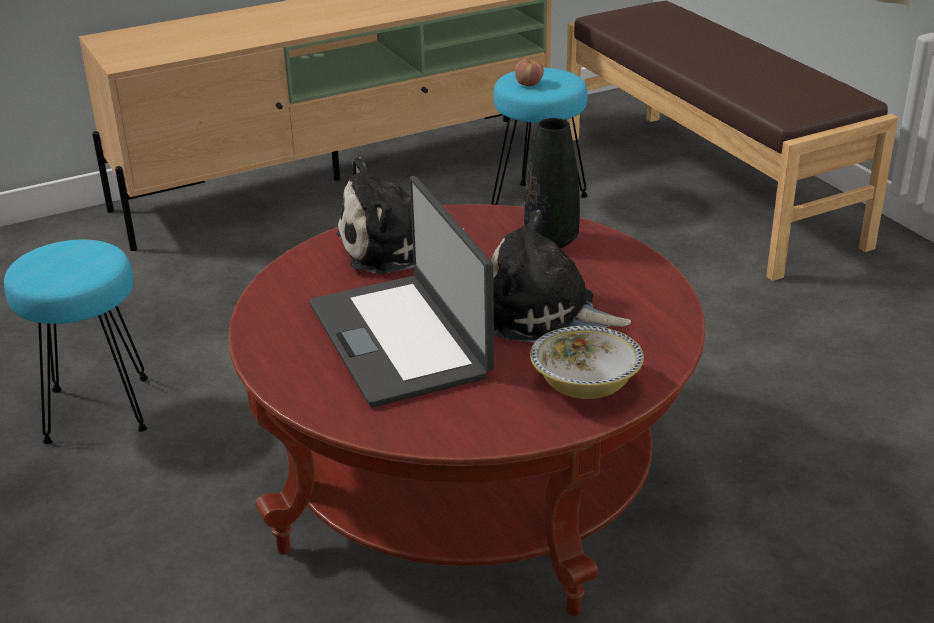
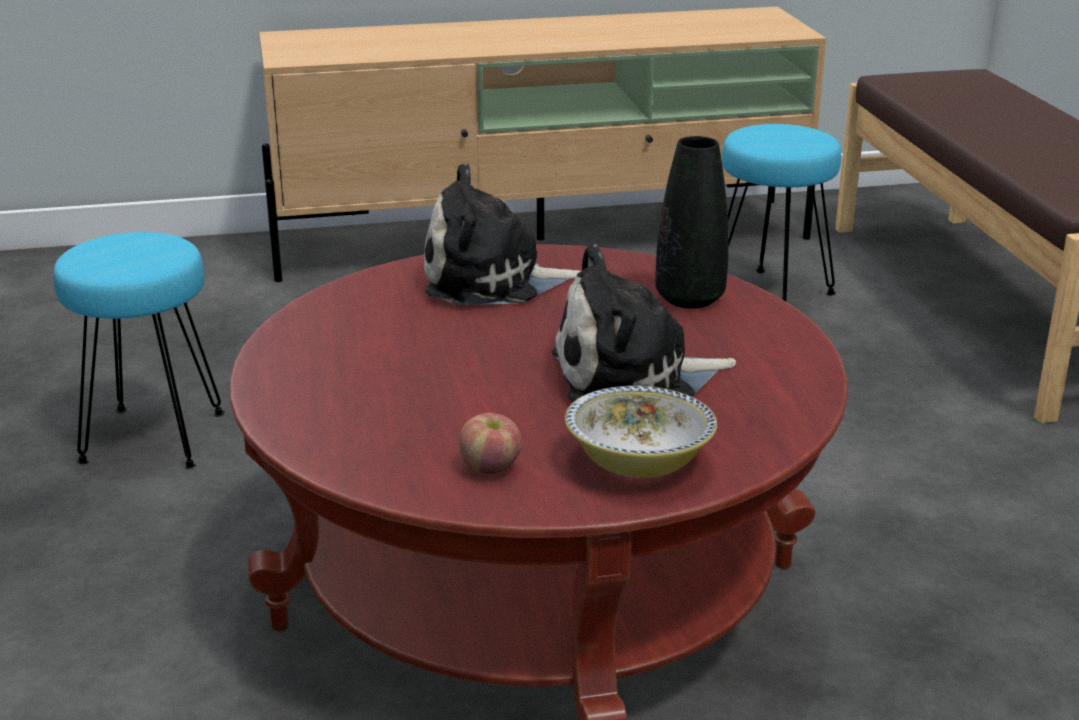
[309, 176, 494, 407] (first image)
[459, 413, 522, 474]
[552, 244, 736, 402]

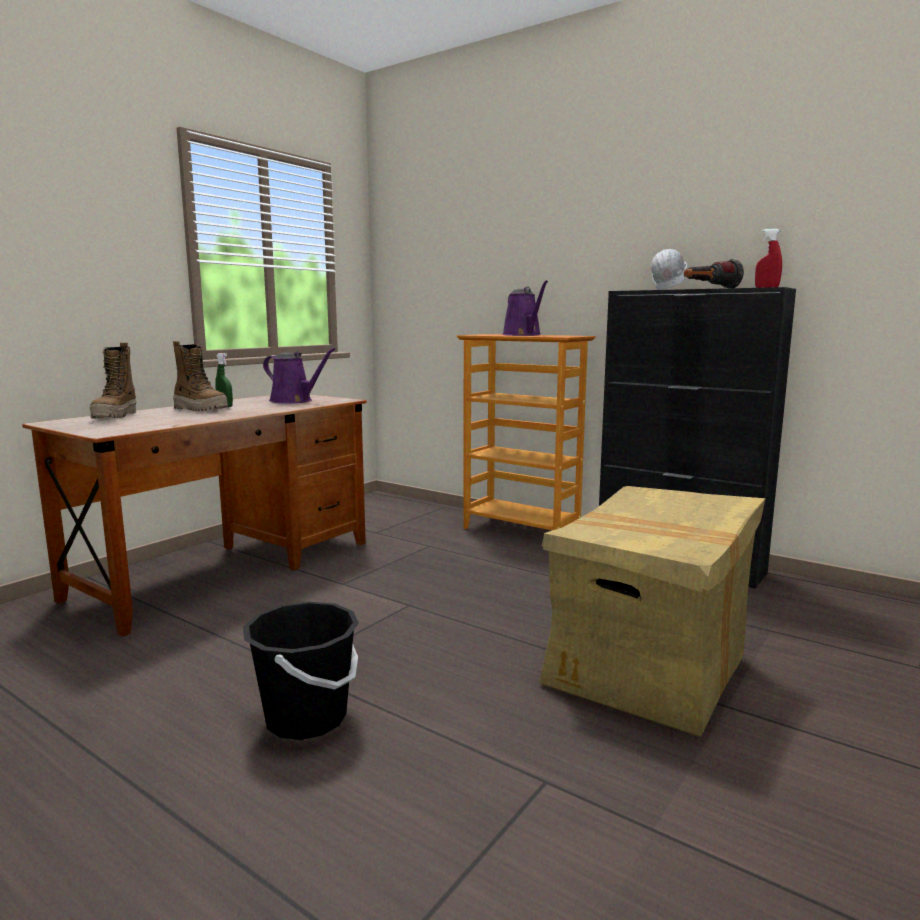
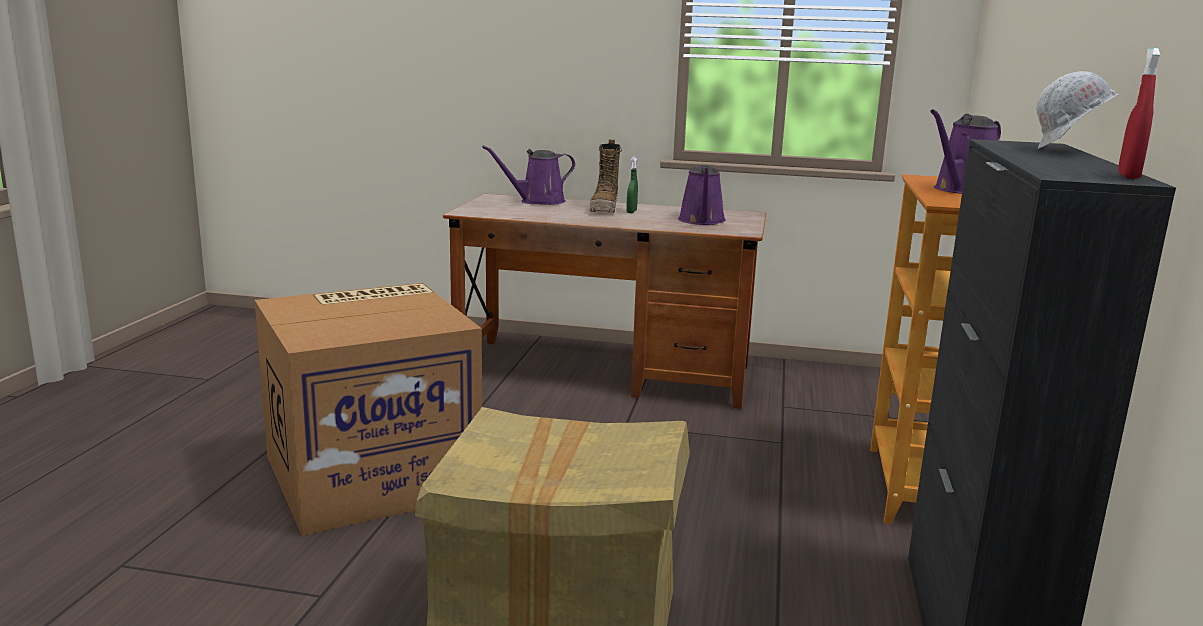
[684, 259, 744, 288] (first image)
[482, 145, 575, 205]
[255, 283, 482, 536]

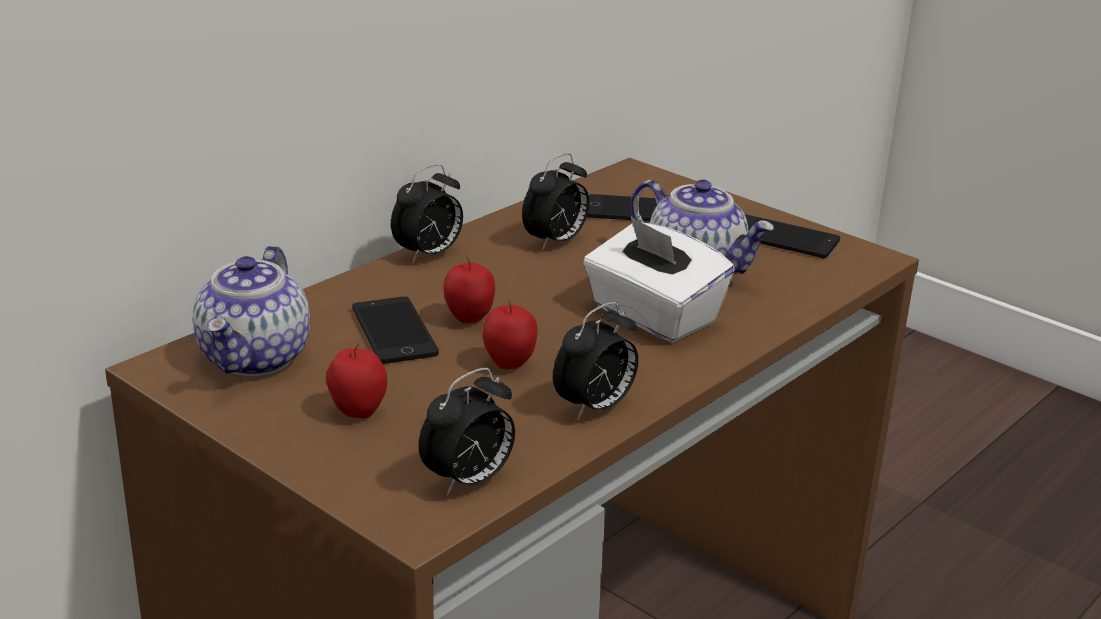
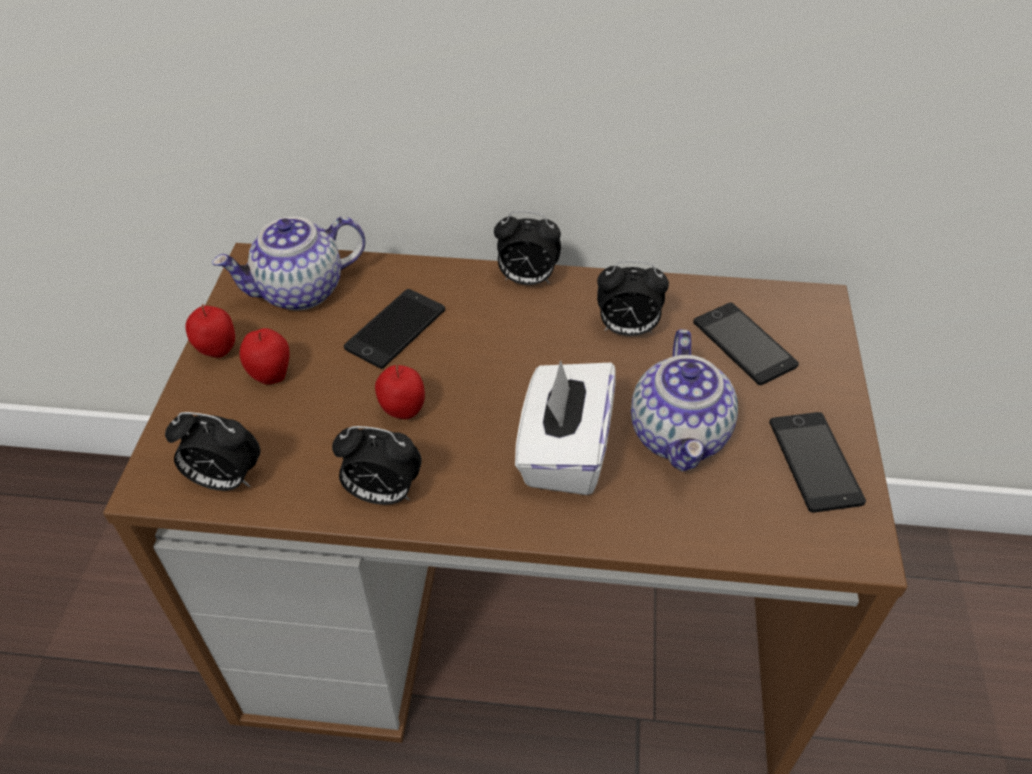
[185, 304, 235, 358]

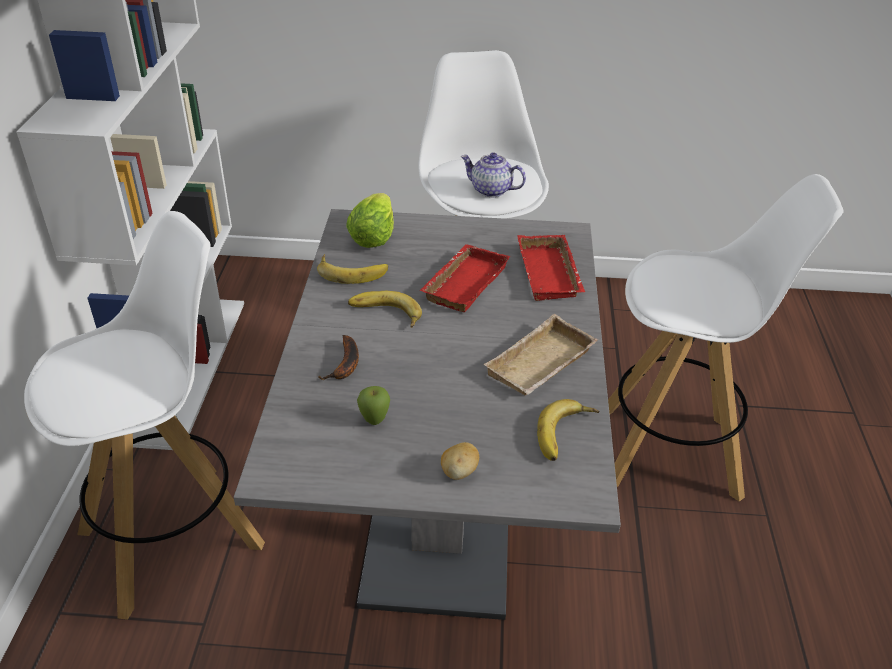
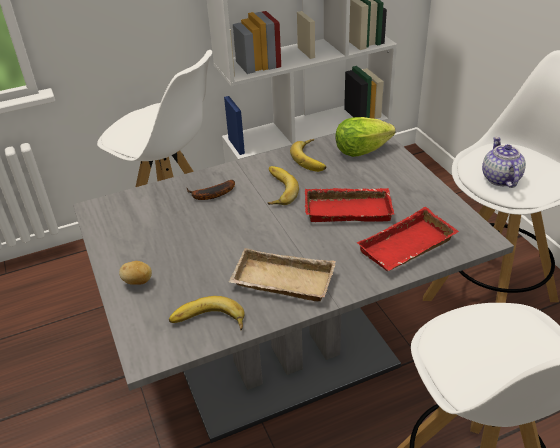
[357, 386, 390, 425] (first image)

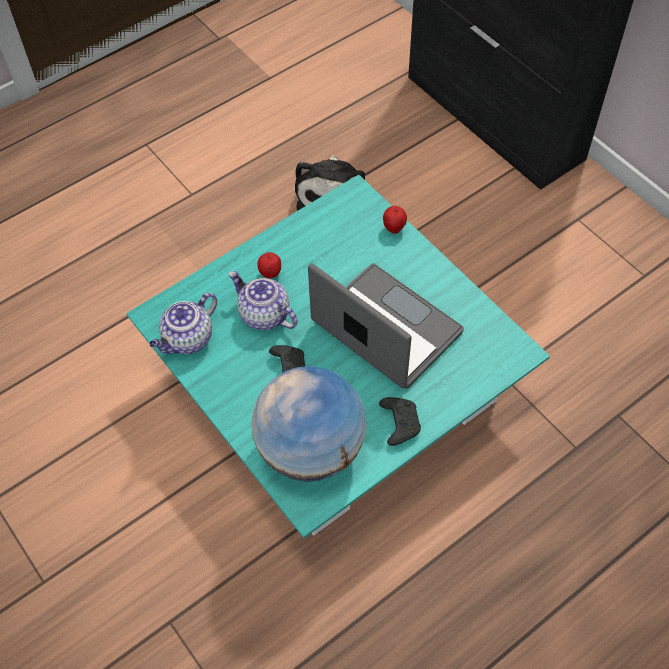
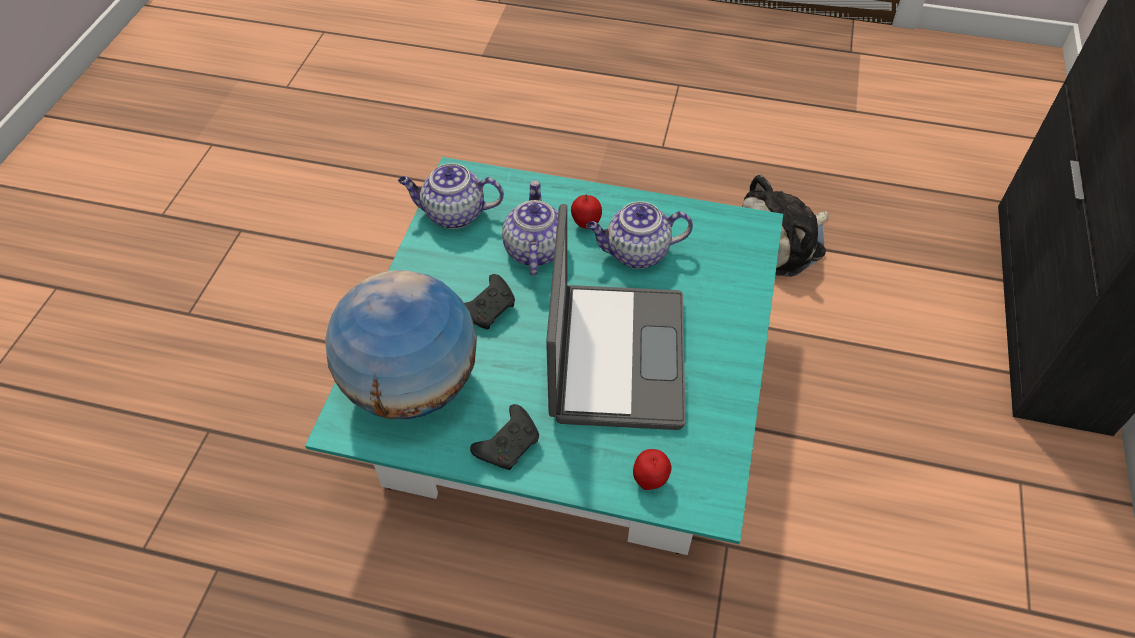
[586, 202, 693, 269]
[633, 449, 671, 490]

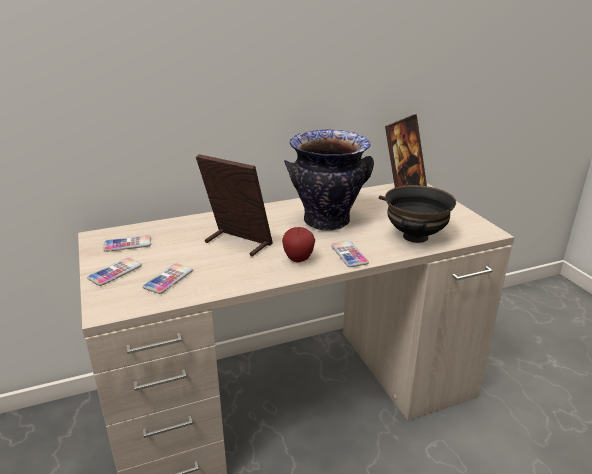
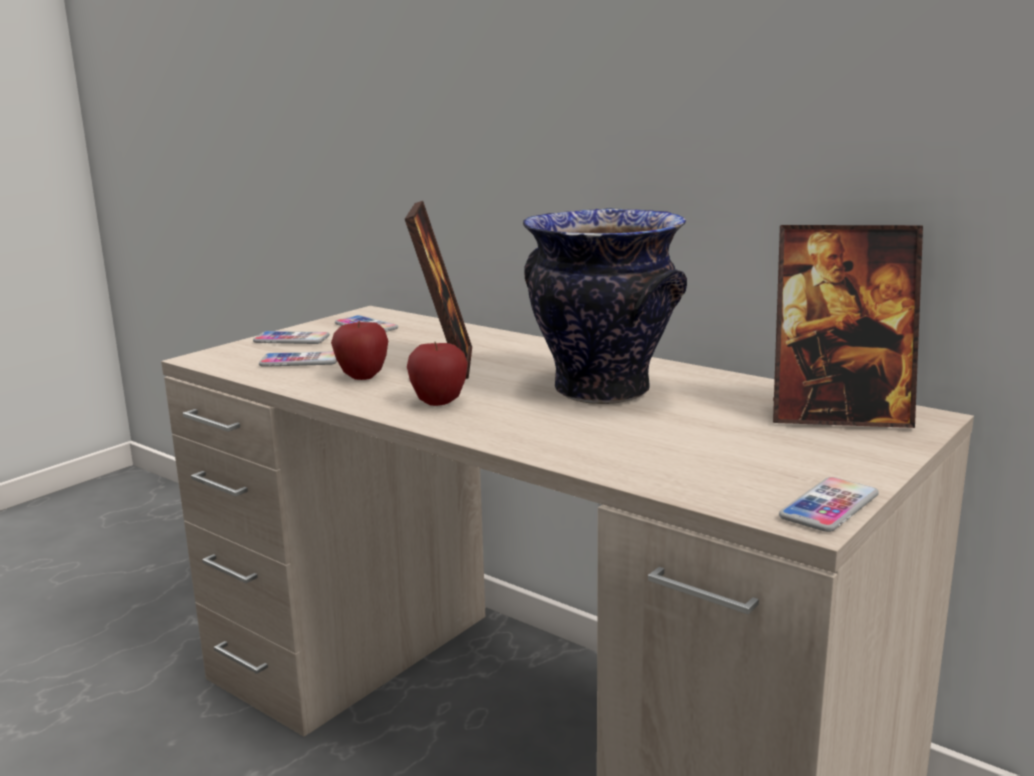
[385, 185, 456, 243] (first image)
[331, 320, 388, 380]
[779, 477, 879, 532]

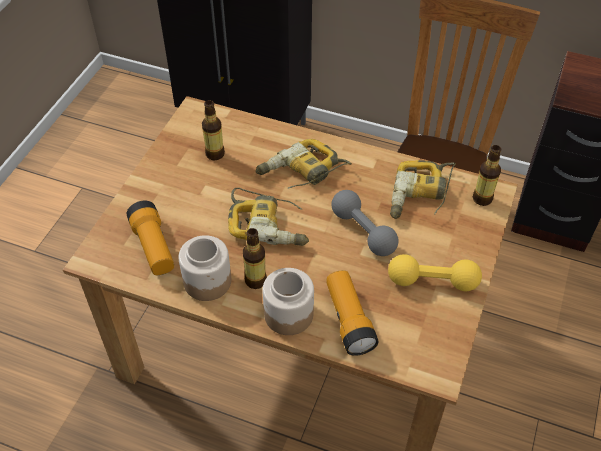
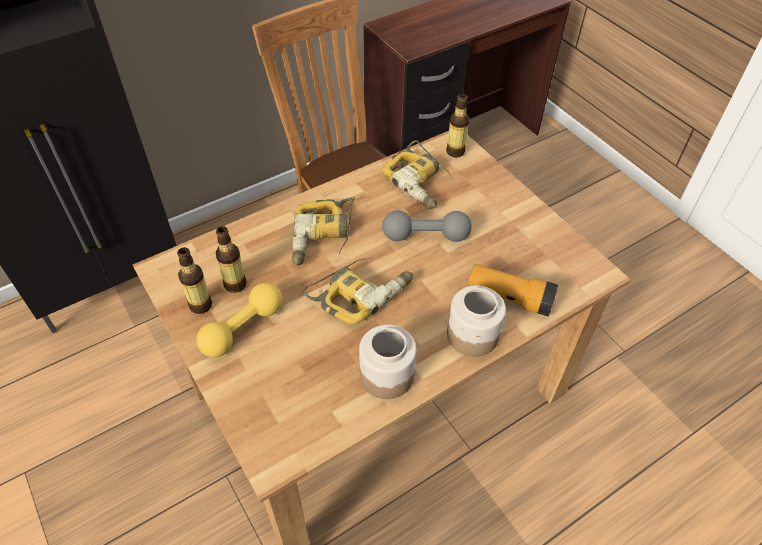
[127, 200, 174, 275] (first image)
[177, 247, 212, 314]
[196, 283, 283, 357]

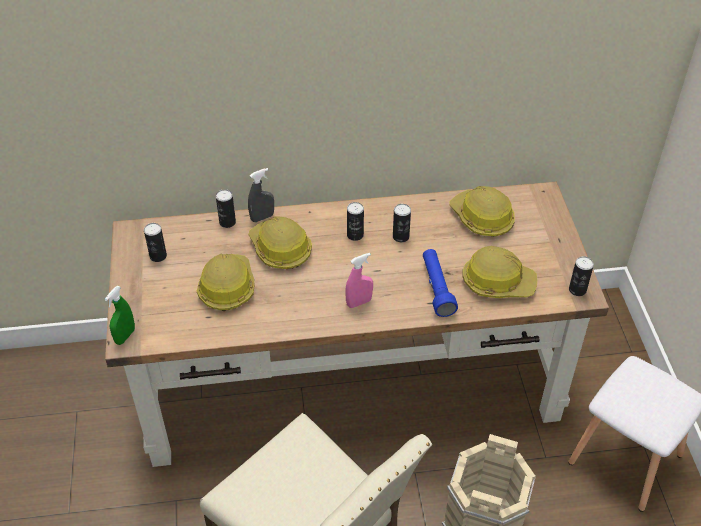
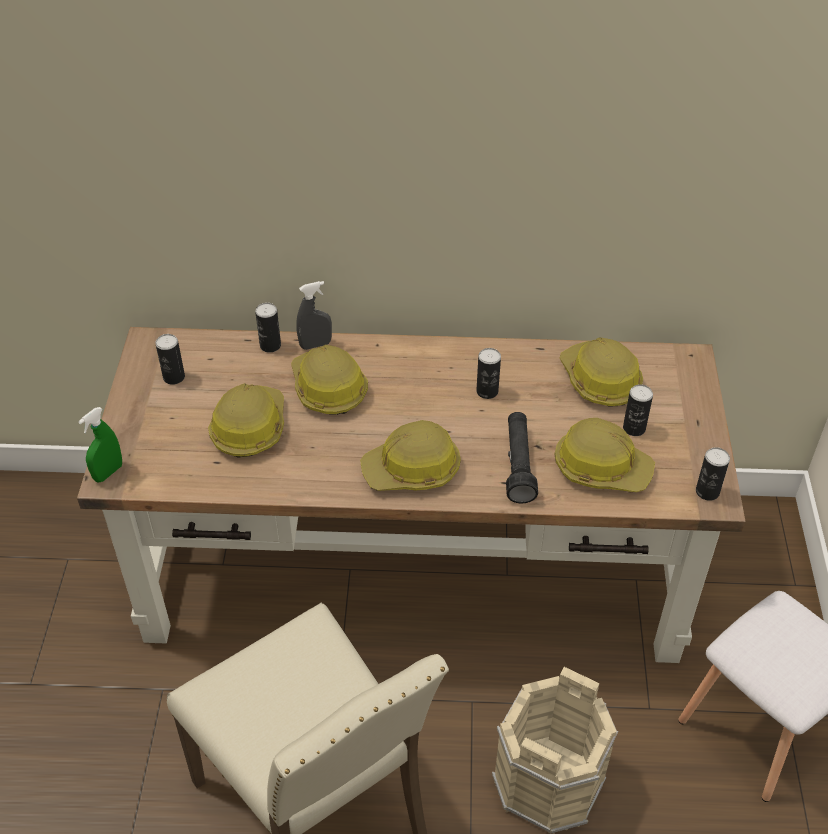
[623, 384, 653, 436]
[360, 420, 461, 491]
[506, 412, 538, 503]

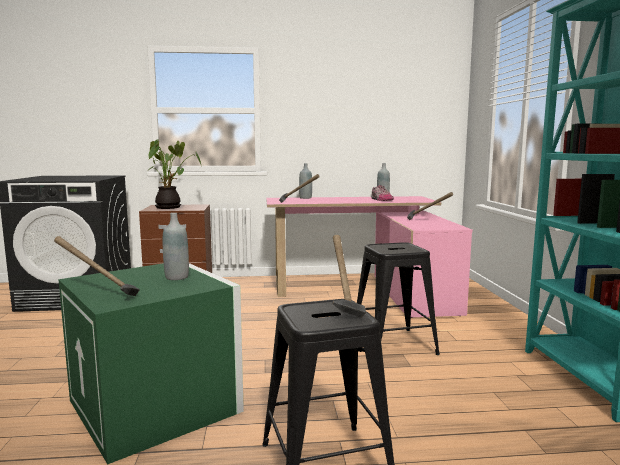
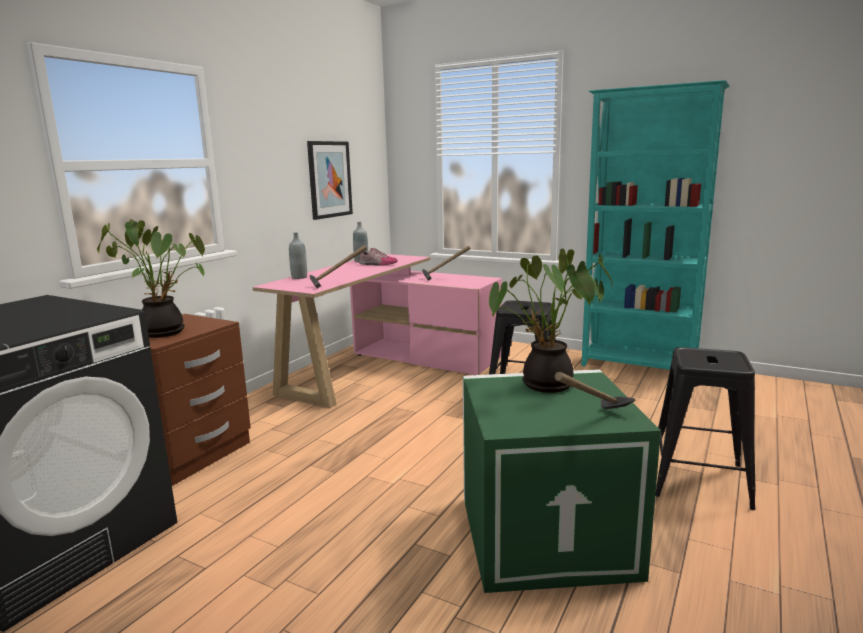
[332, 235, 366, 318] (first image)
[307, 141, 353, 220]
[489, 248, 612, 393]

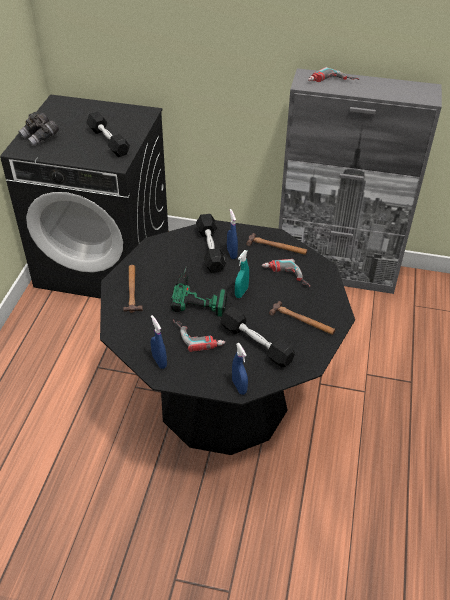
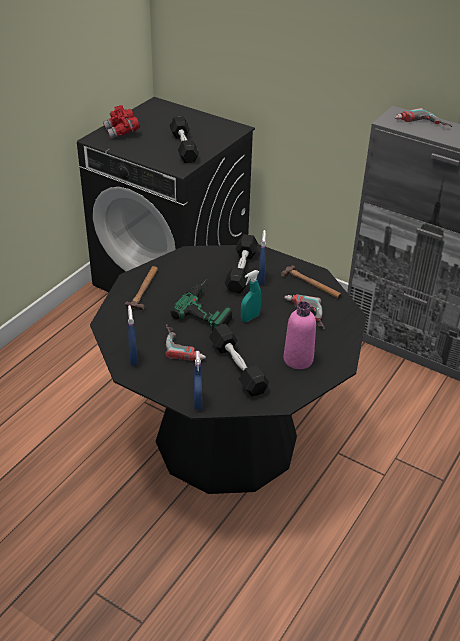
[284, 301, 316, 369]
[103, 105, 140, 139]

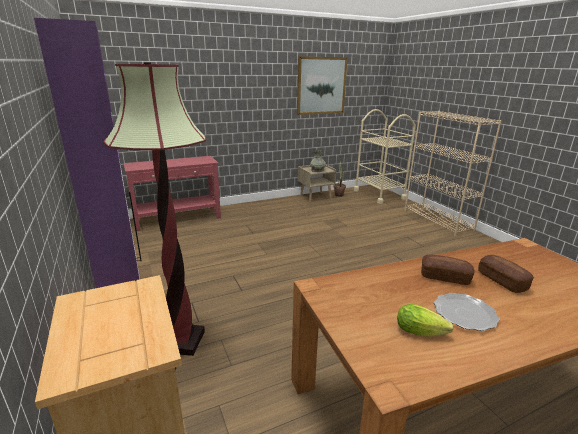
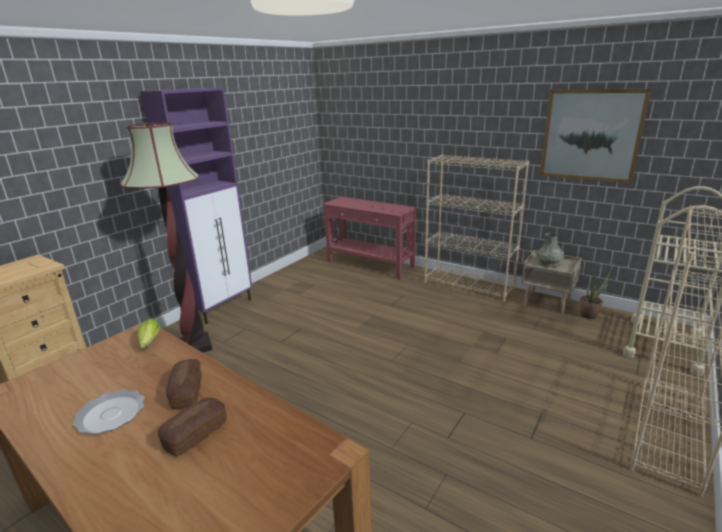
[424, 155, 529, 302]
[138, 319, 161, 349]

